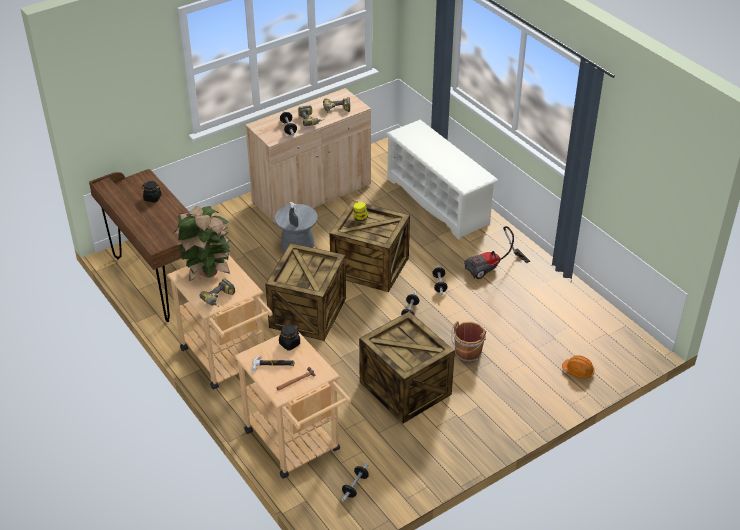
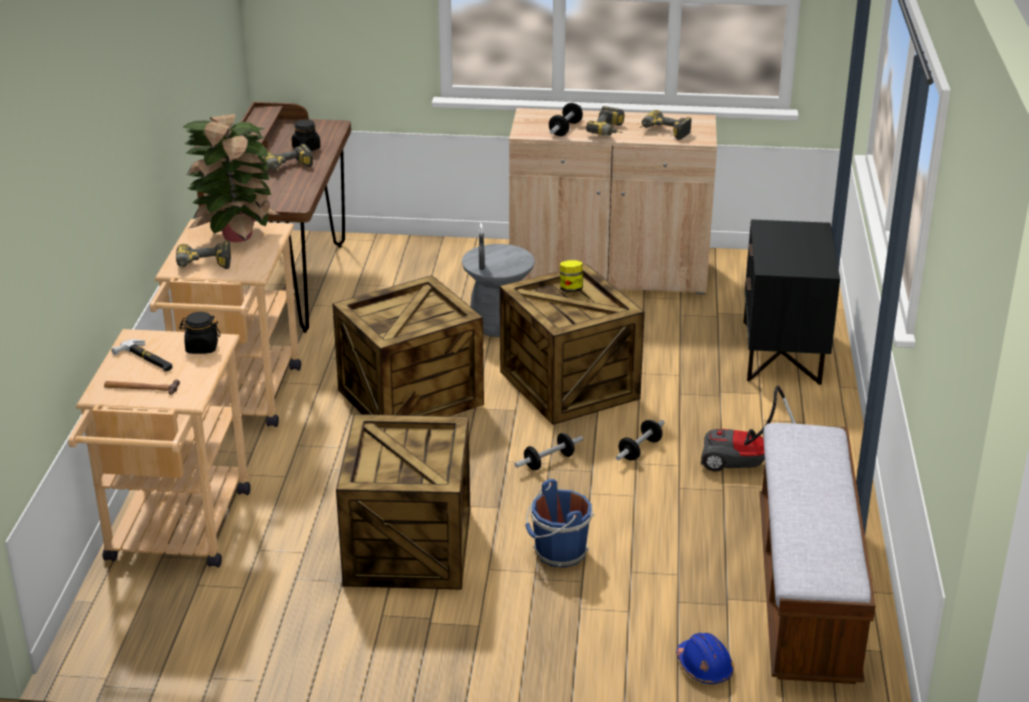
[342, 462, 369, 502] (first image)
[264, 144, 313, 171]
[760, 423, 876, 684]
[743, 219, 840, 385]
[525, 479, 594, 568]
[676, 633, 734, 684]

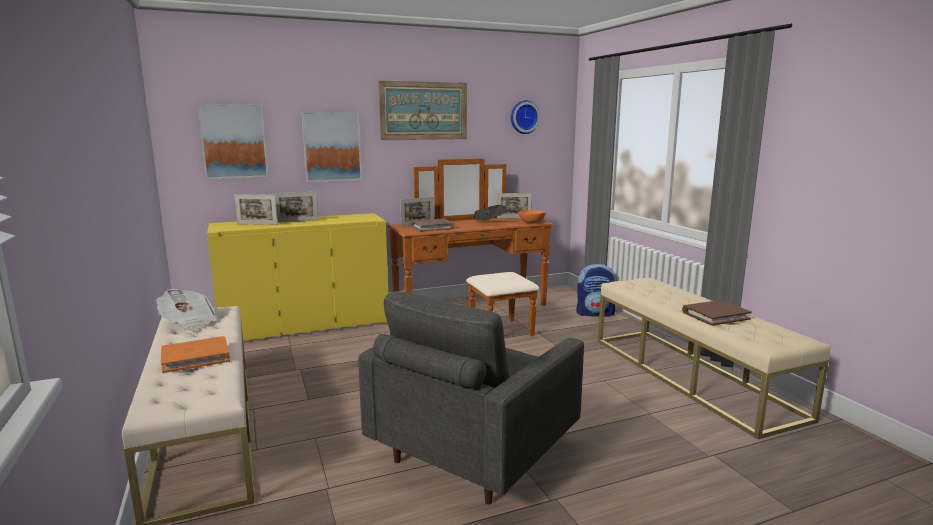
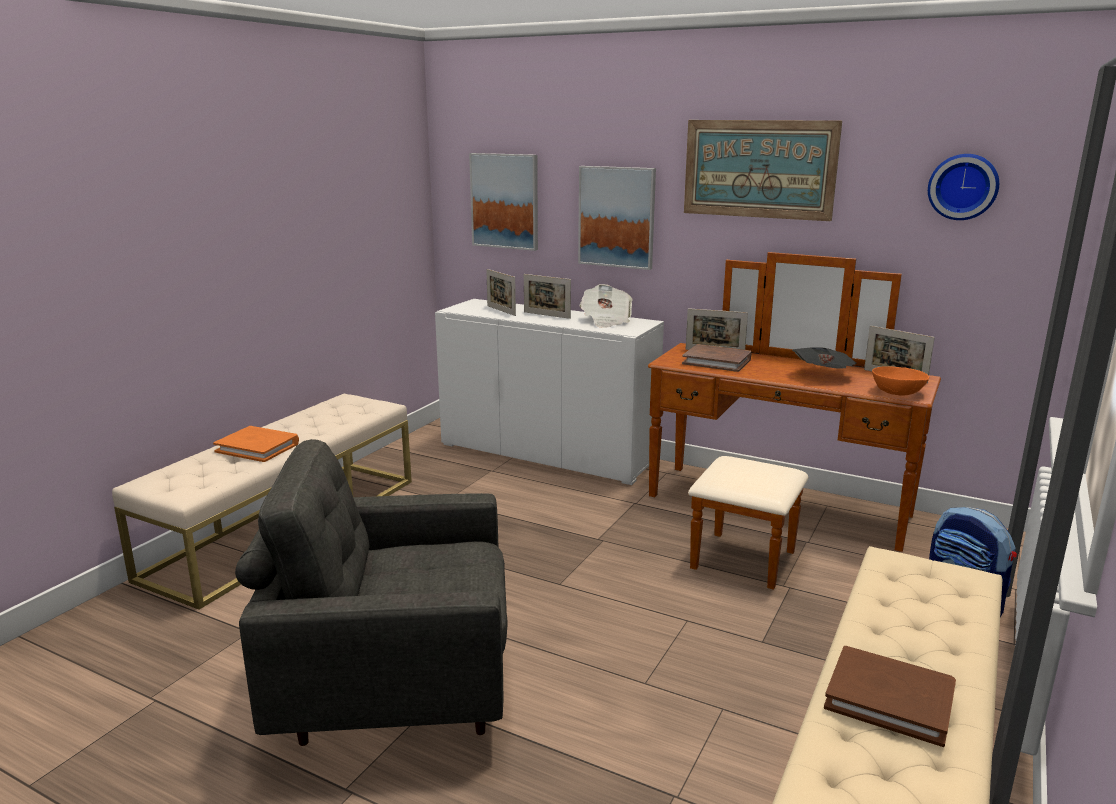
[580, 284, 632, 328]
[435, 299, 664, 485]

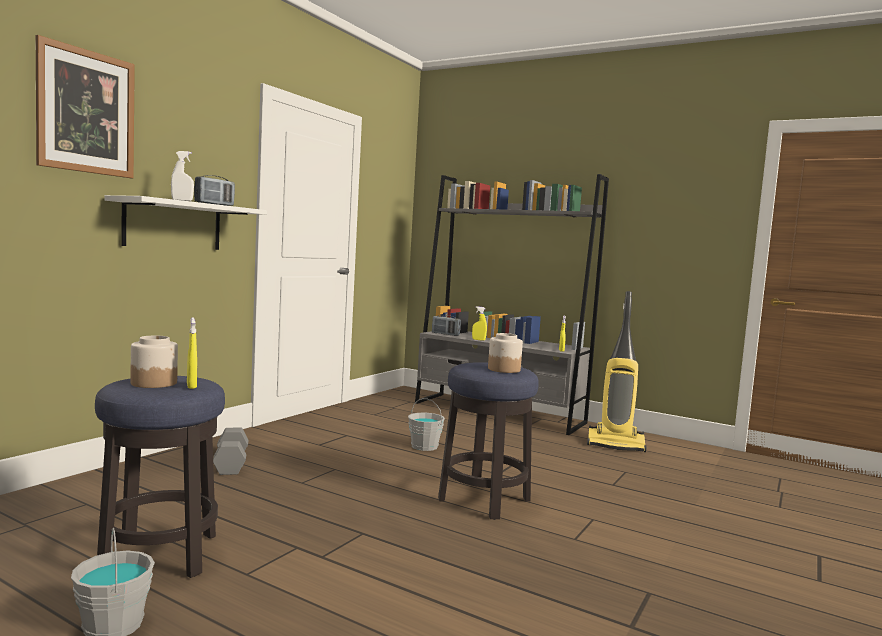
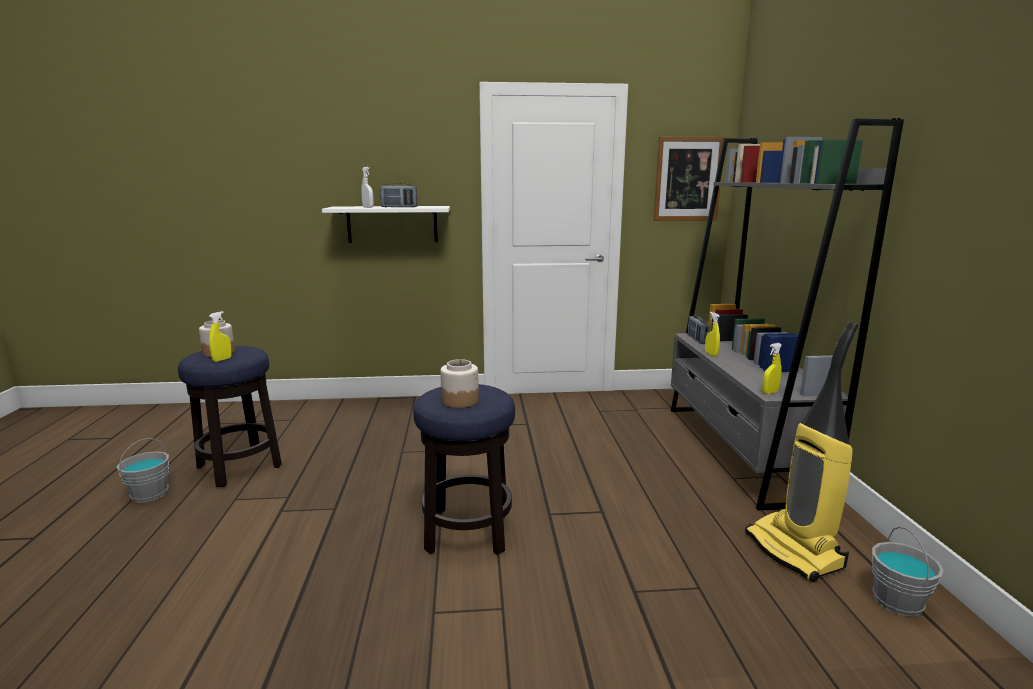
[213, 428, 249, 475] (first image)
[654, 137, 725, 221]
[872, 527, 944, 617]

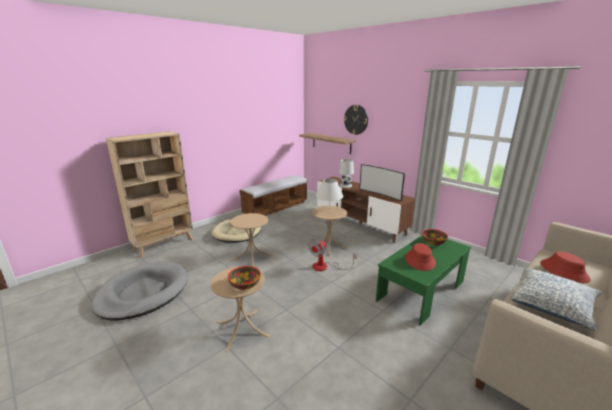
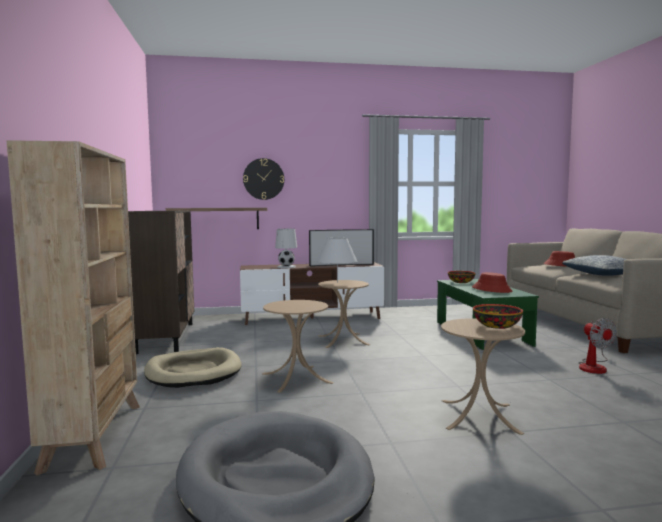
[579, 318, 617, 374]
[128, 210, 194, 354]

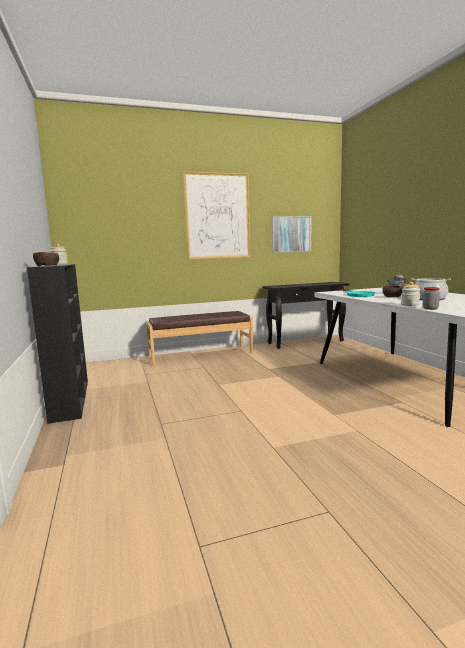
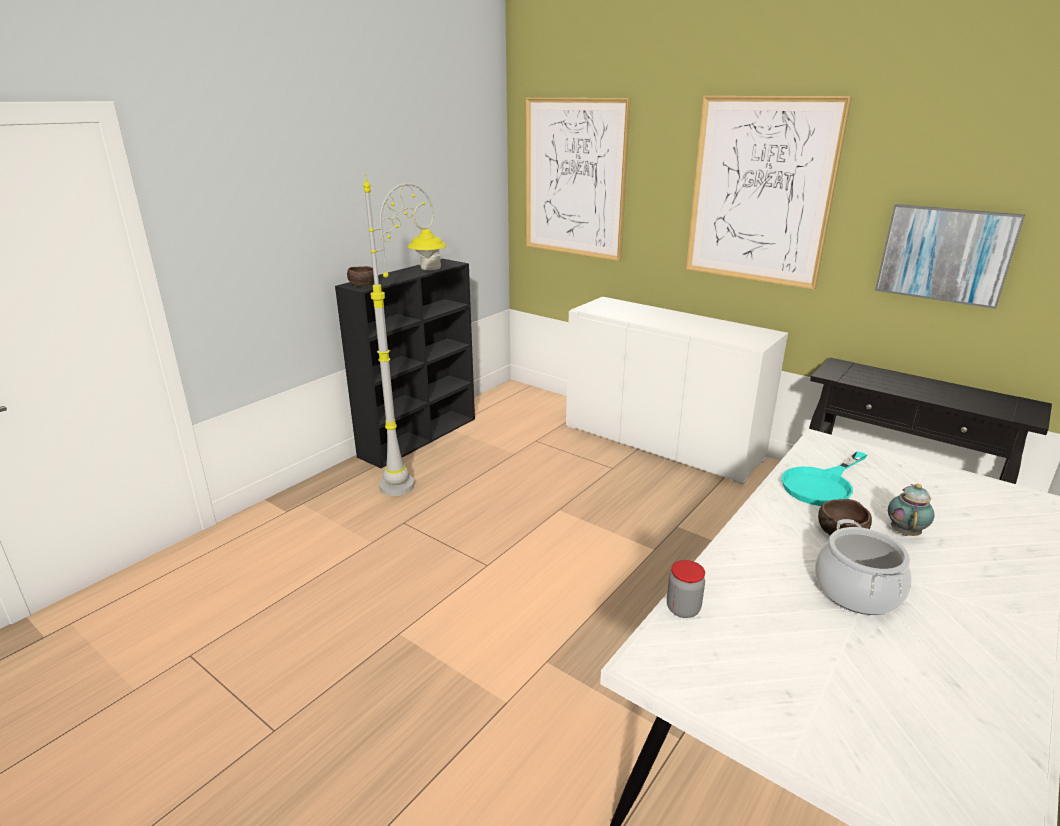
[401, 282, 421, 306] (first image)
[363, 174, 447, 496]
[526, 98, 631, 261]
[566, 297, 788, 485]

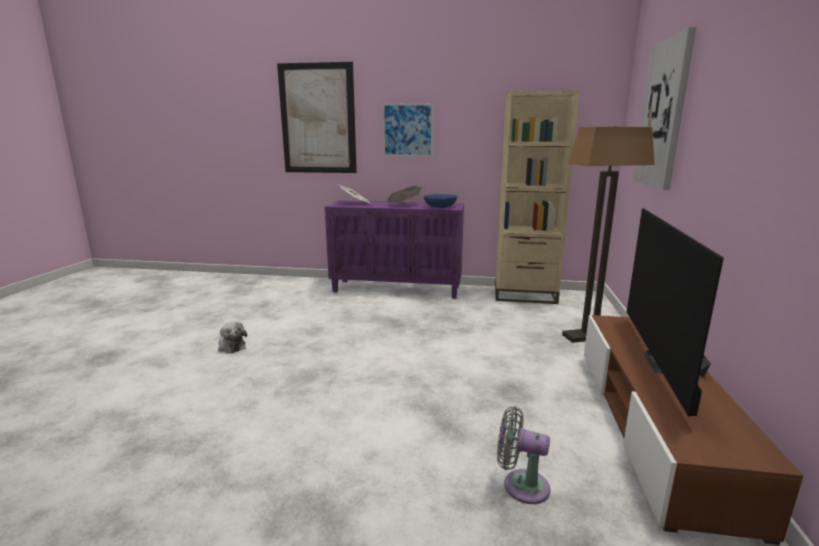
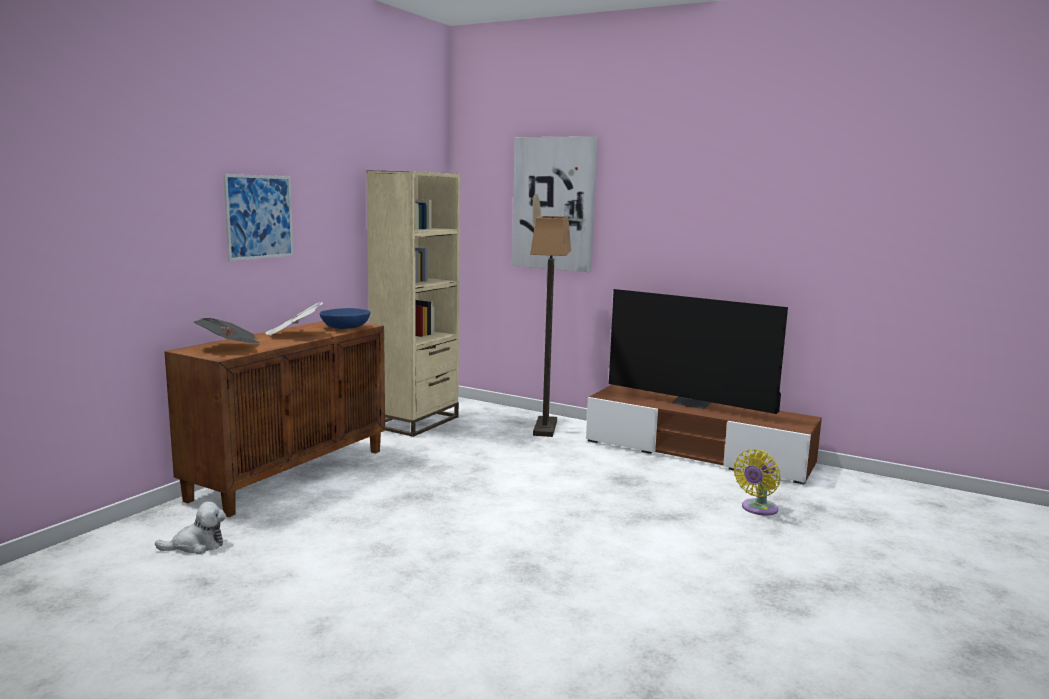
[277, 62, 357, 173] (first image)
[155, 501, 226, 554]
[164, 321, 385, 517]
[734, 449, 781, 516]

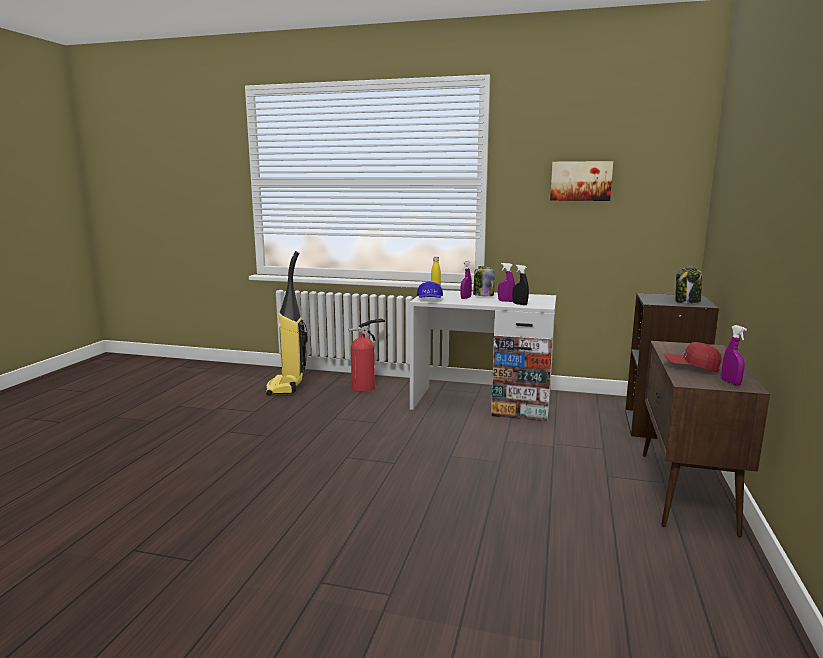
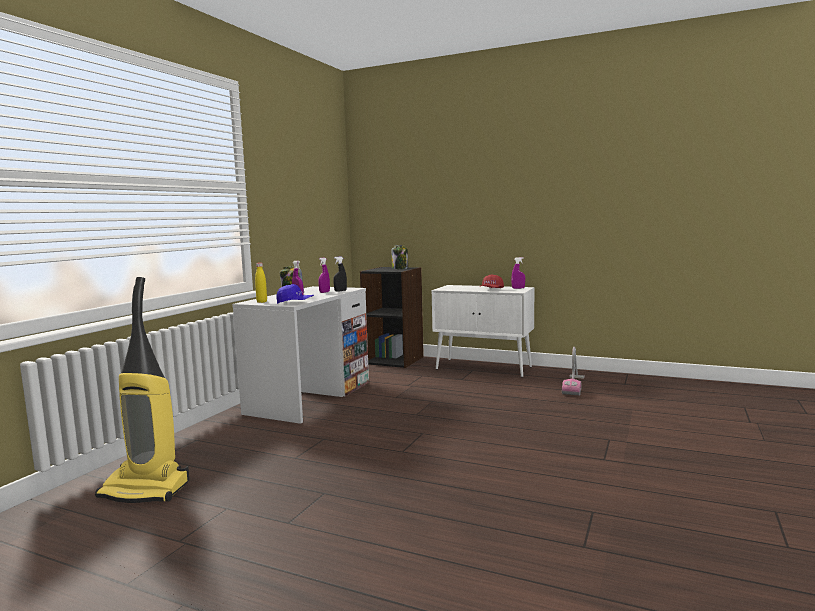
[348, 318, 385, 392] (first image)
[550, 161, 613, 201] (first image)
[562, 347, 585, 396]
[432, 285, 534, 377]

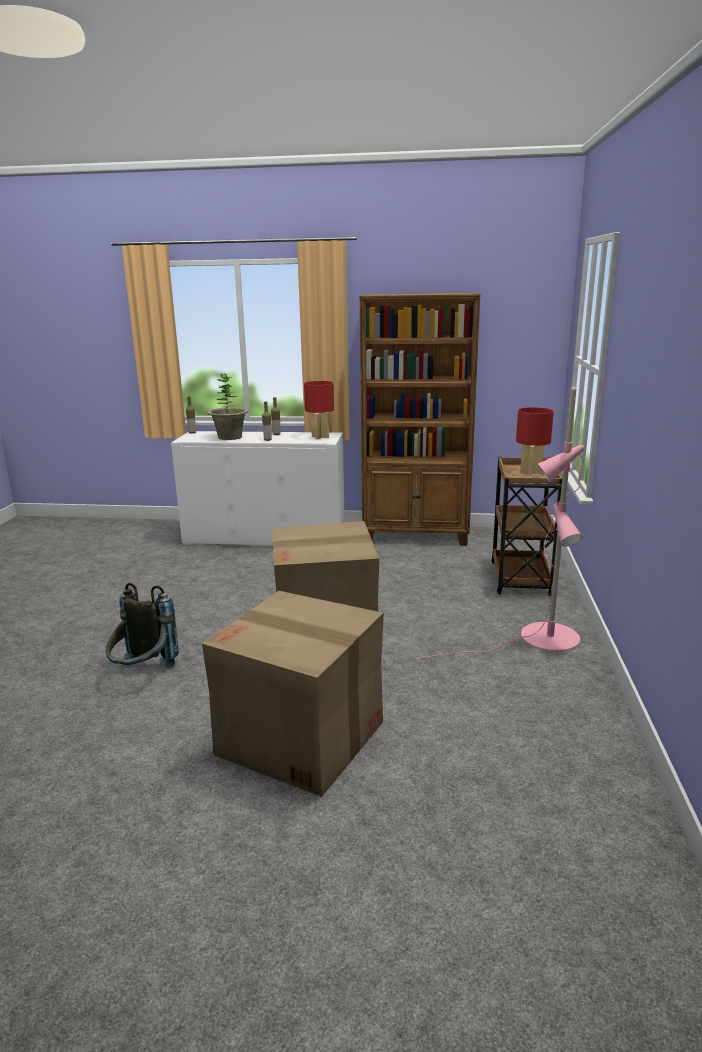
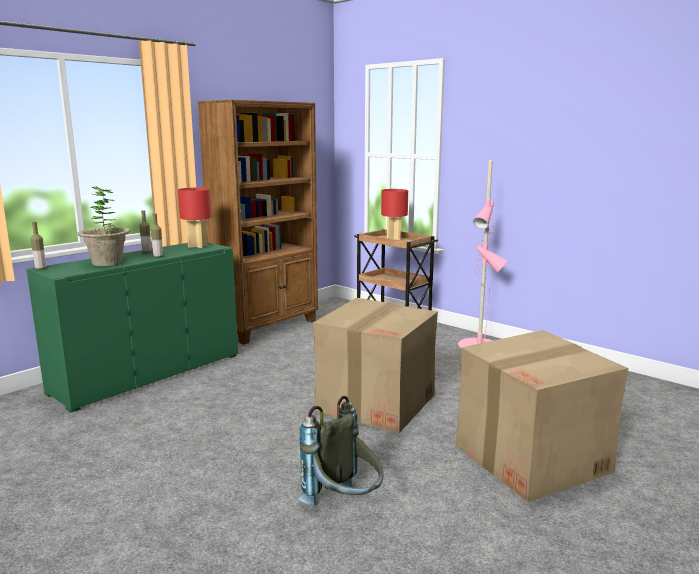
[26, 242, 238, 413]

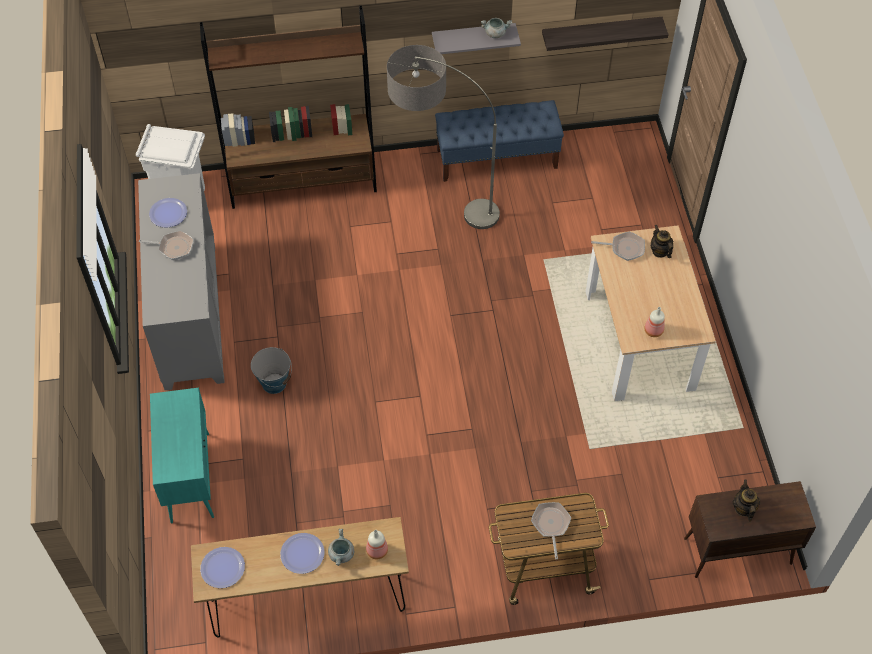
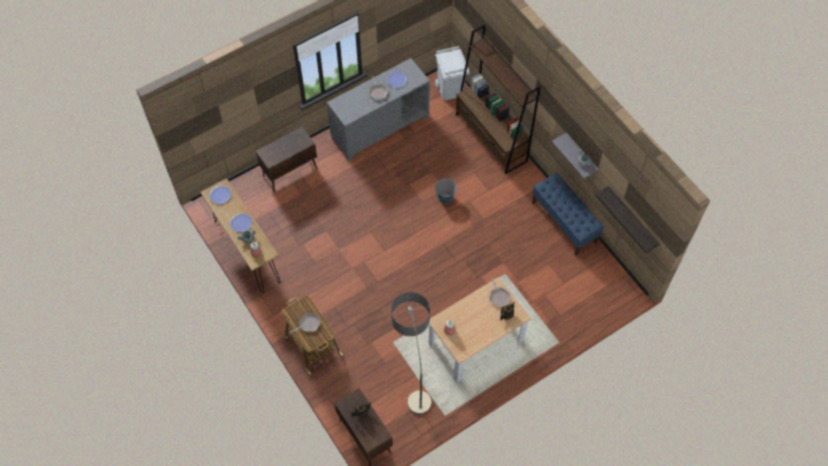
[435, 178, 457, 204]
[391, 292, 432, 414]
[256, 127, 317, 192]

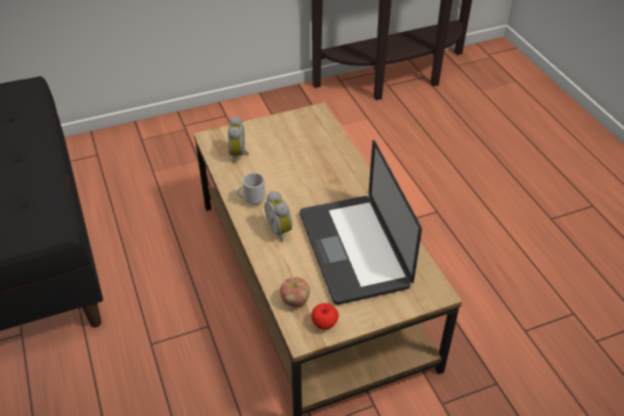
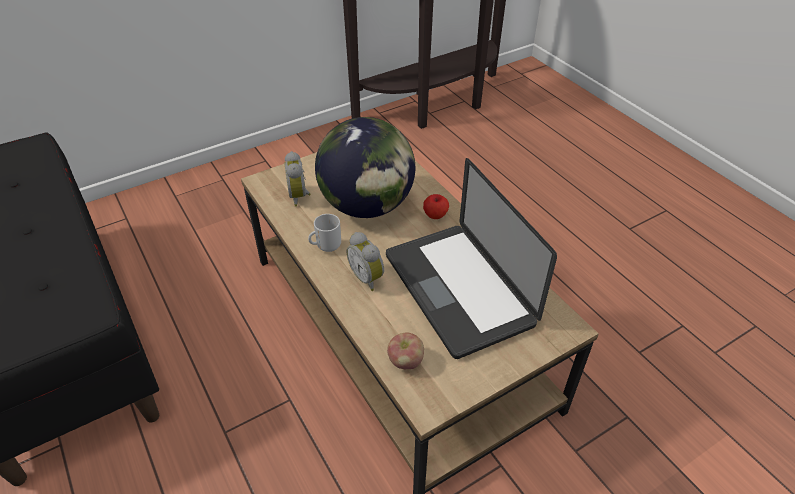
[315, 117, 415, 218]
[423, 194, 449, 219]

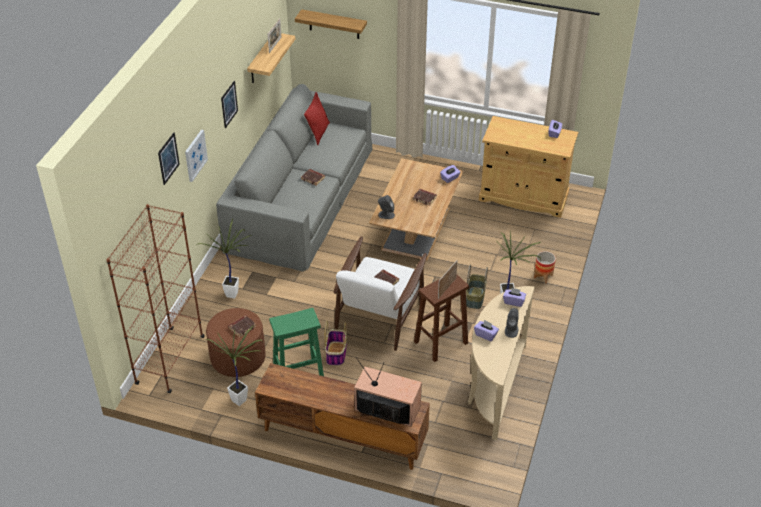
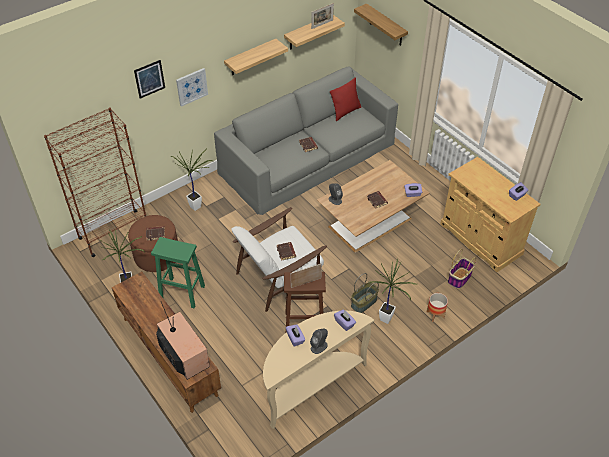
[448, 249, 476, 289]
[224, 39, 288, 75]

